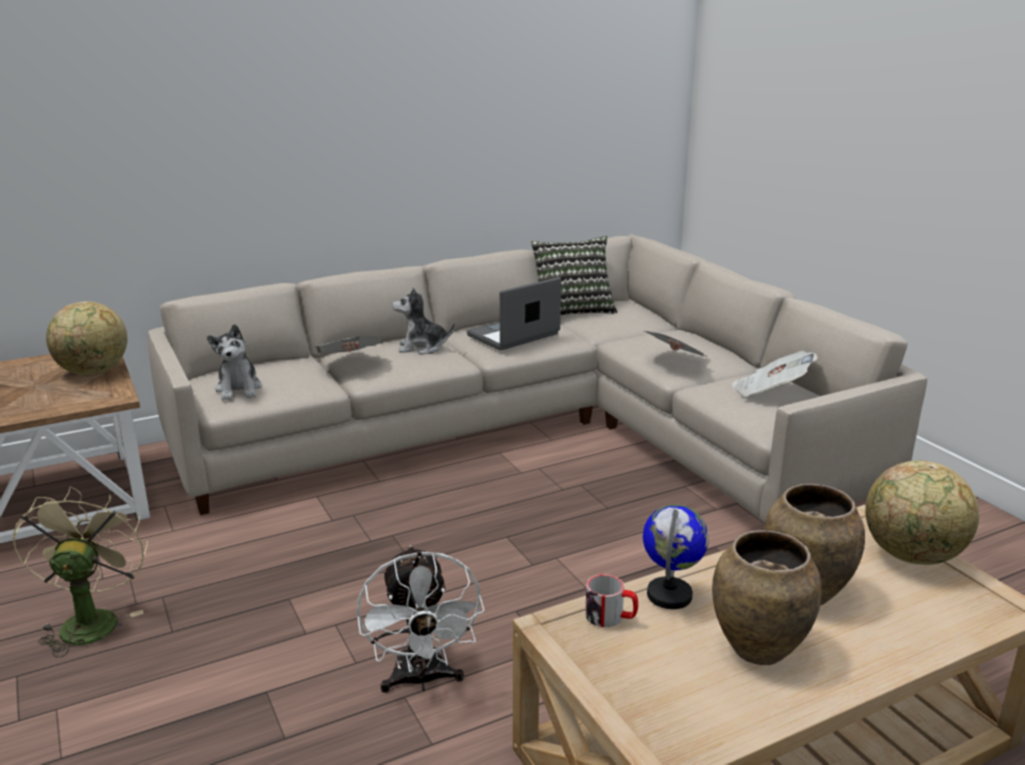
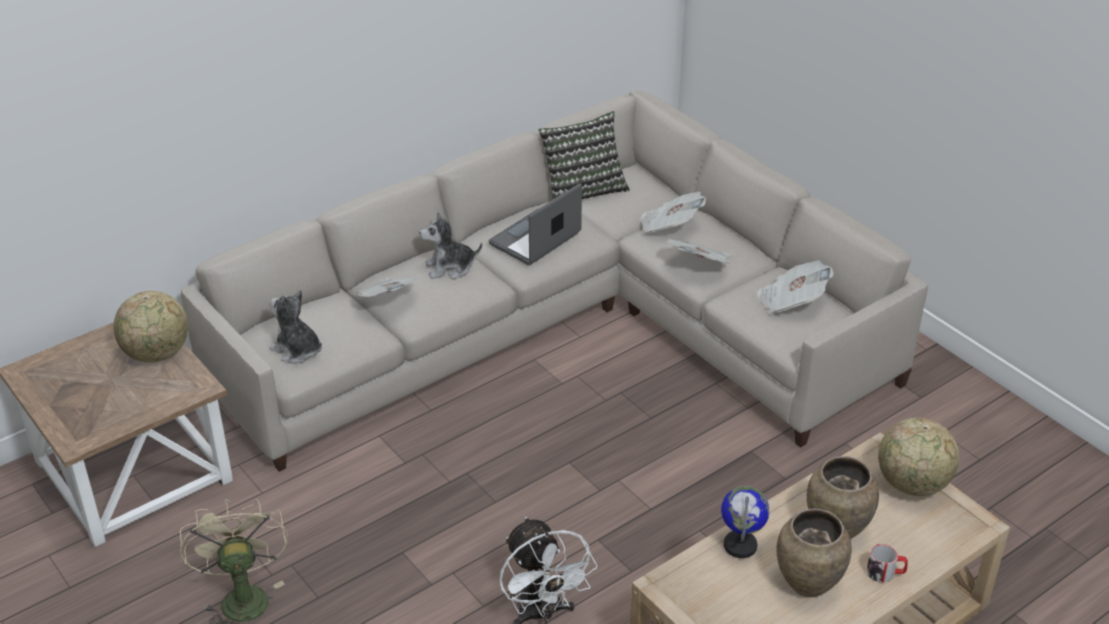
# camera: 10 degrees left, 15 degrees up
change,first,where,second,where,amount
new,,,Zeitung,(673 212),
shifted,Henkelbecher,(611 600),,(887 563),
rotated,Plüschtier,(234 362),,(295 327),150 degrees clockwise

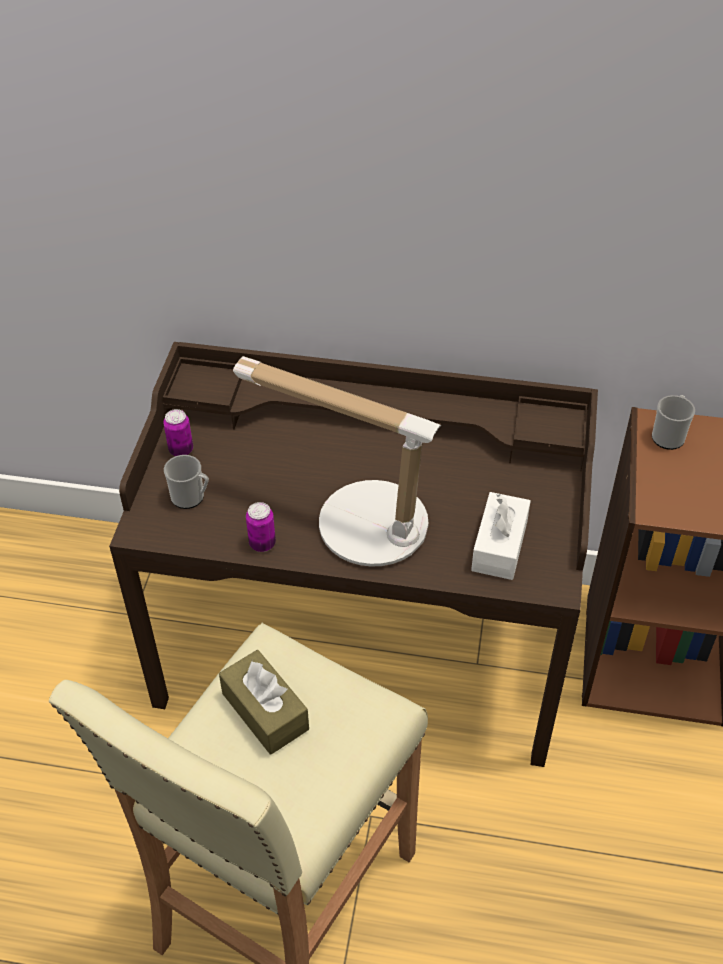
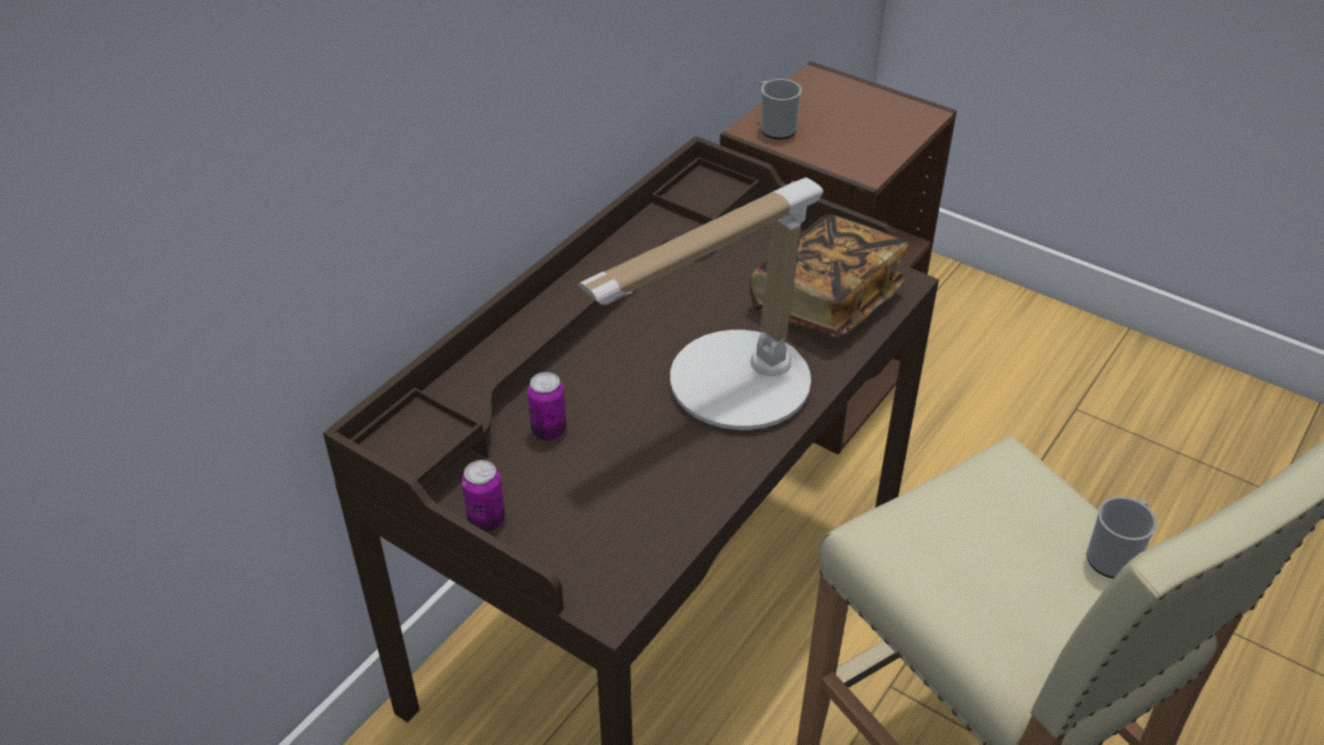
# camera: 65 degrees left, 5 degrees down
change,first,where,second,where,amount
gone,Taschentuchbox [braun],(264 702),,,
shifted,Henkelbecher,(186 482),,(1122 538),
shifted,Dose,(261 527),,(547 406),
swapped,Taschentuchbox [weiß],(501 536),Buch,(829 276),

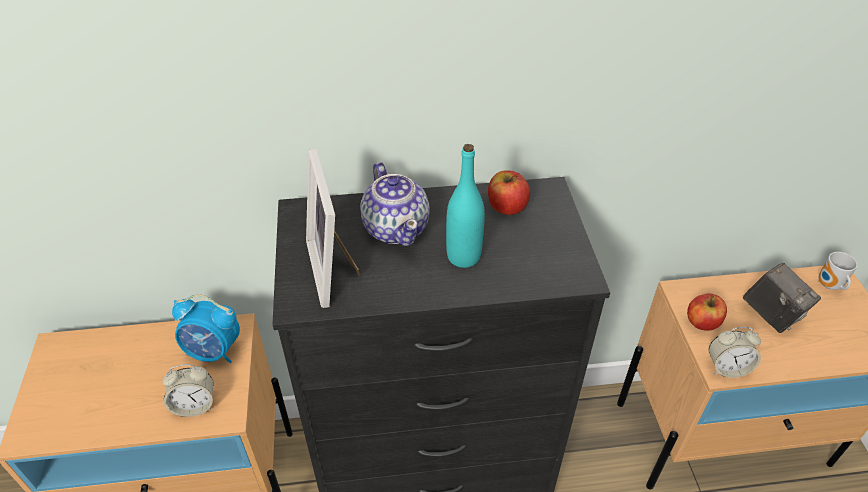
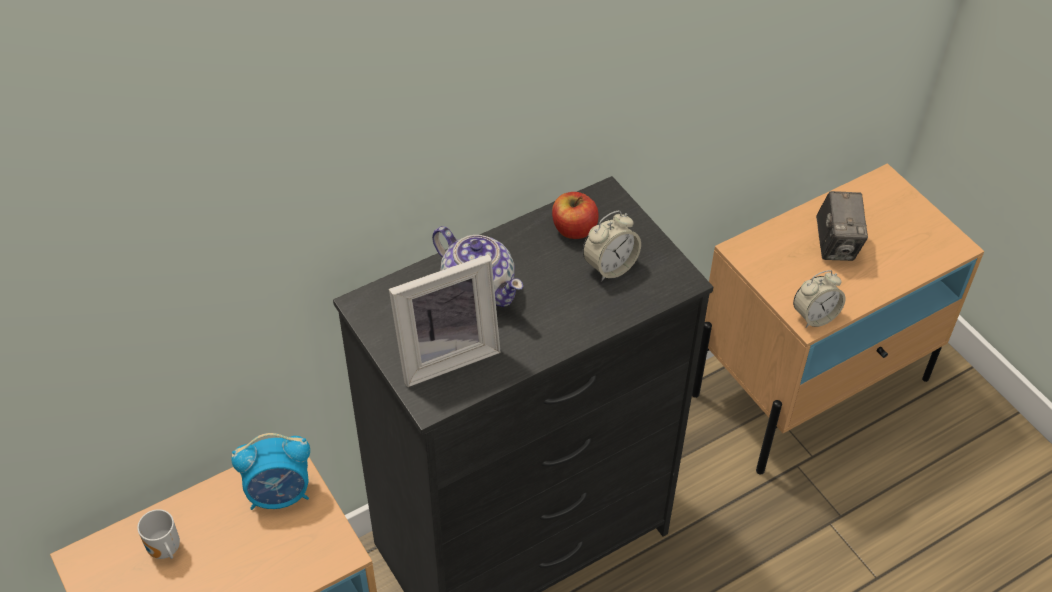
# camera: 25 degrees left, 5 degrees up
change,first,where,second,where,amount
gone,Flasche [türkis],(465 206),,,
gone,Apfel,(707 312),,,
shifted,Wecker,(188 390),,(612 245),
shifted,Henkelbecher,(838 271),,(158 534),
rotated,Bilderrahmen,(333 228),,(445 320),75 degrees counterclockwise
rotated,Kamera,(782 298),,(842 226),60 degrees clockwise

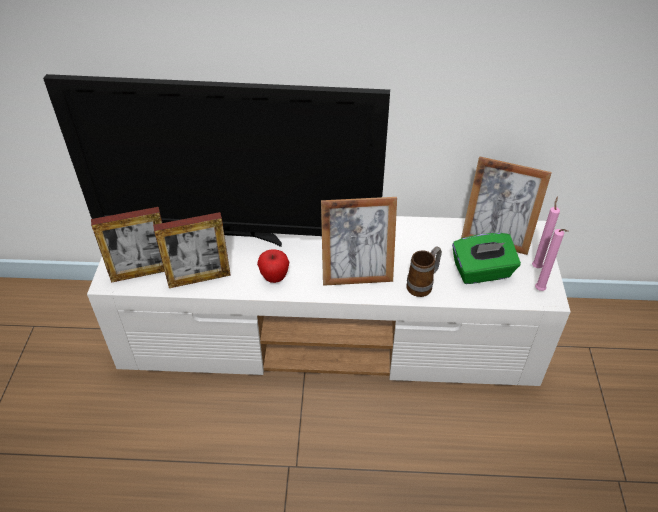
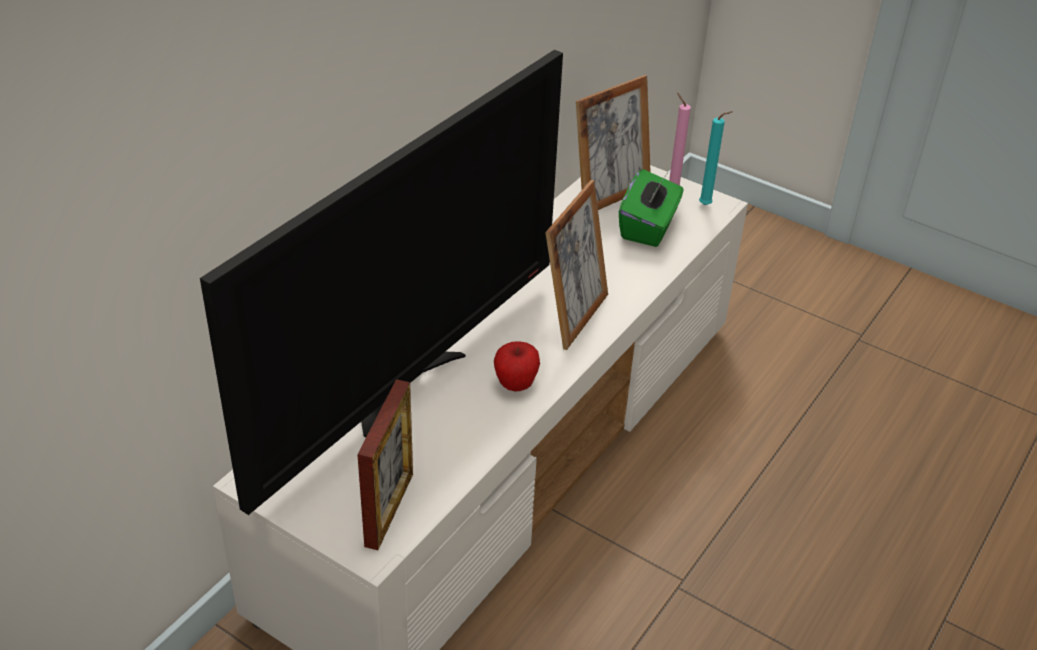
# camera: 60 degrees left, 5 degrees down
change,first,where,second,where,amount
gone,Bilderrahmen,(192 250),,,
gone,Henkelbecher,(424 272),,,
repainted,Kerze [rosa],(552 260),Kerze [türkis],(716 158),

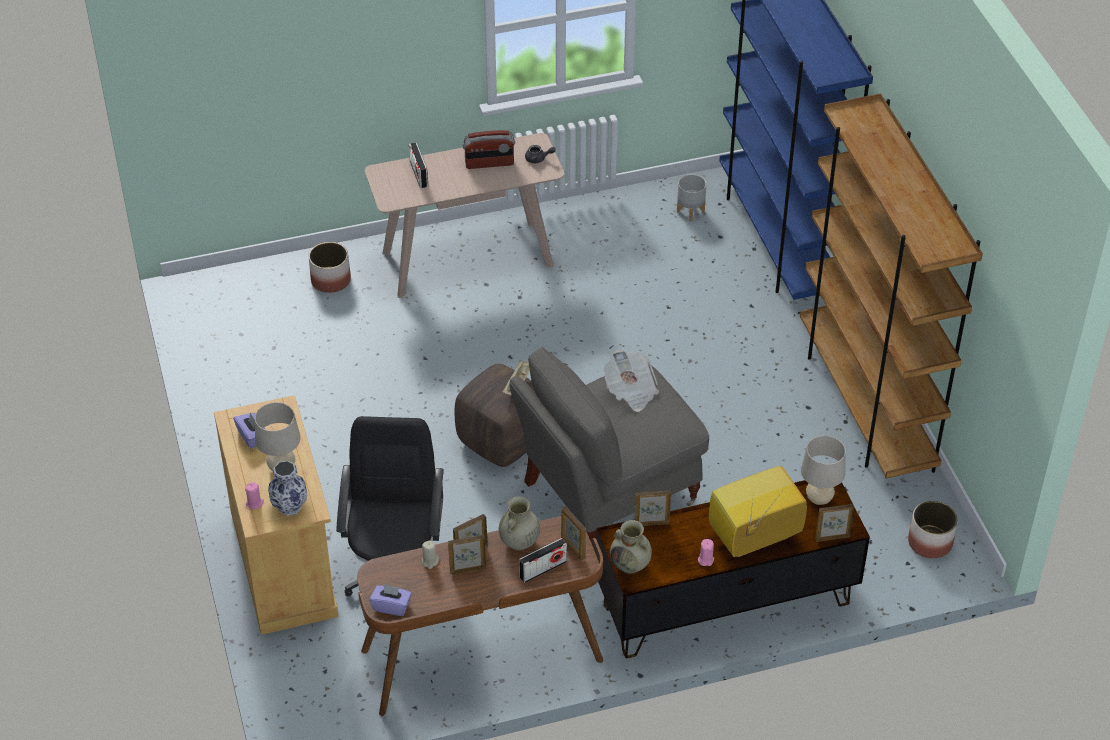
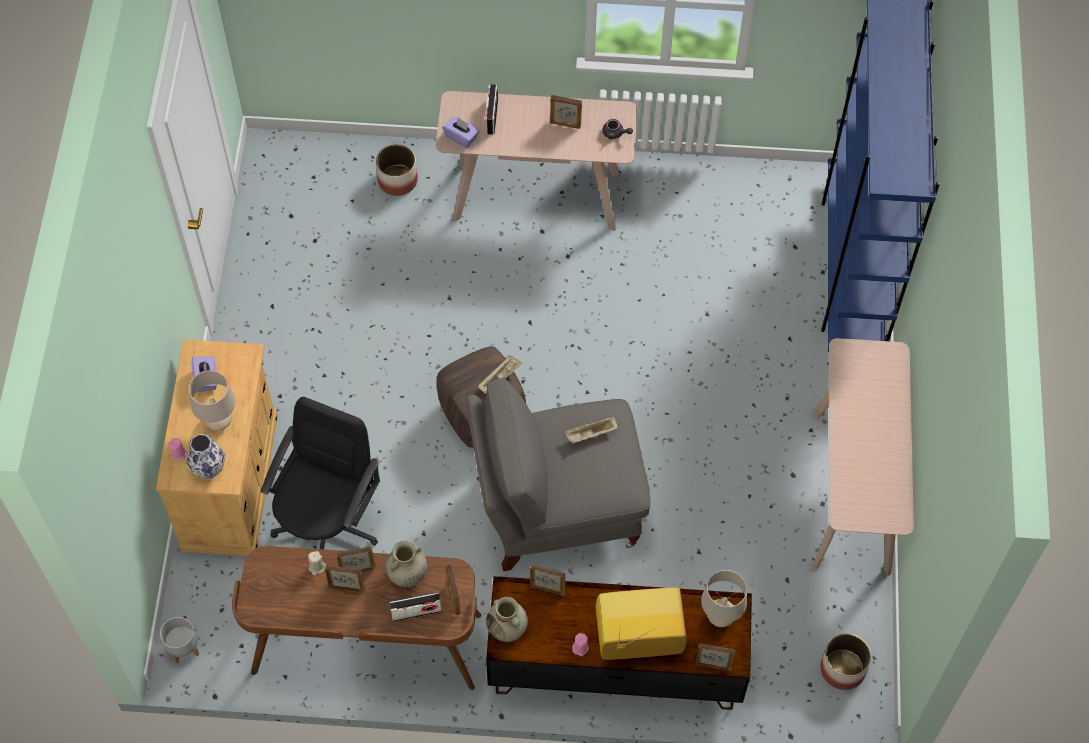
# camera: 20 degrees right, 15 degrees up
change,first,where,second,where,amount
shifted,Taschentuchbox [lila],(390 600),,(461 132),
shifted,Pflanzkübel [grau],(691 197),,(179 640),
swapped,Radio,(489 149),Bilderrahmen,(566 112),
swapped,Zeitung,(631 381),Tablett [beige],(591 430),
swapped,Bücherregal [braun],(891 285),Konsolentisch [beige],(863 457),

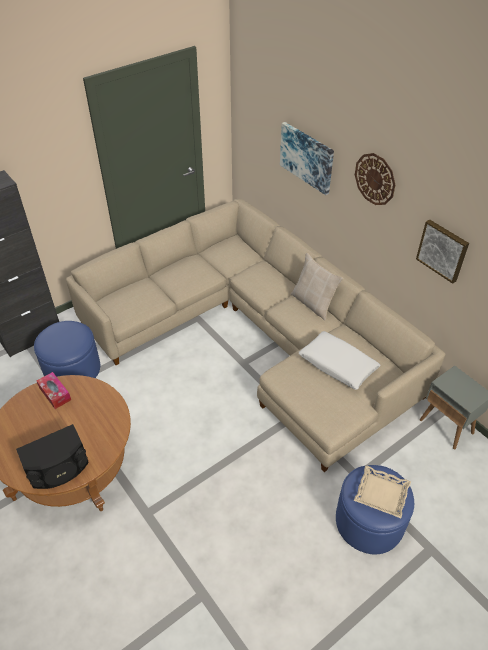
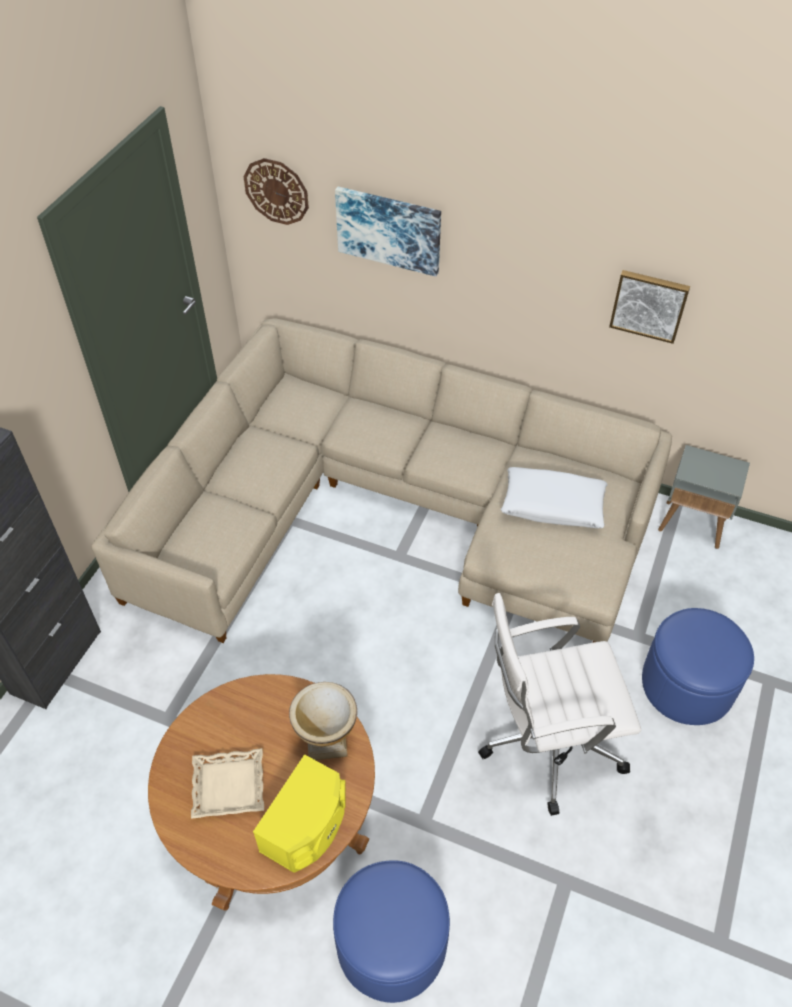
# camera: 30 degrees left, 5 degrees up
change,first,where,second,where,amount
gone,Taschentuchbox,(54 390),,,
gone,Kissen [beige],(317 287),,,
new,,,Vase,(323 721),
new,,,Bürostuhl [weiß],(559 704),
shifted,Polsterhocker [blau],(67 349),,(391 931),
shifted,Tablett [beige],(382 491),,(227 783),
shifted,Wanduhr,(375 179),,(276 191),
repainted,Lautsprecher [schwarz],(52 456),Lautsprecher [gelb],(299 813),

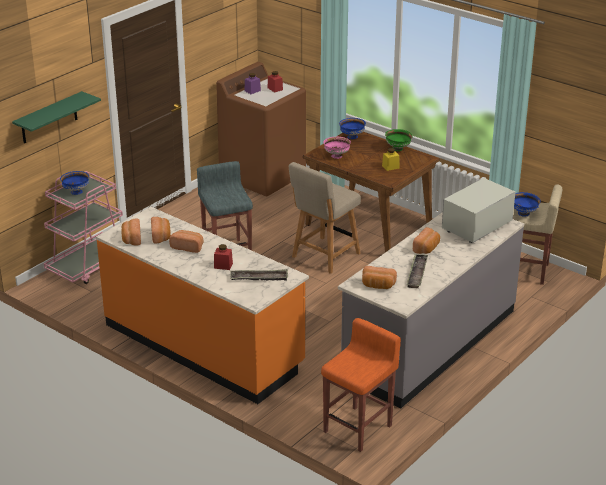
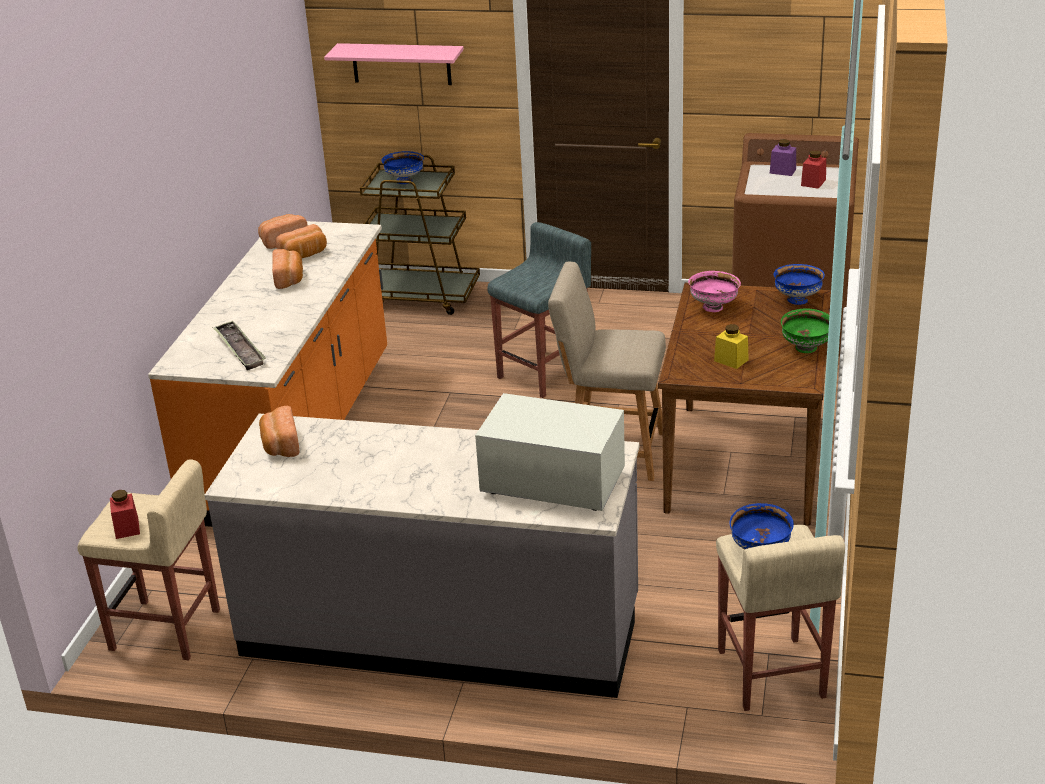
# camera: 65 degrees right, 0 degrees up
change,first,where,second,where,amount
gone,Tablett,(417 271),,,
gone,Brot,(426 240),,,
shifted,Vorratsglas [rot],(223 257),,(125 514),
repainted,Wandregal [grün],(56 117),Wandregal [rosa],(394 64),
repainted,Rollwagen [rosa],(83 227),Rollwagen [braun],(420 235),
repainted,Hocker [orange],(361 385),Hocker [beige],(149 559),

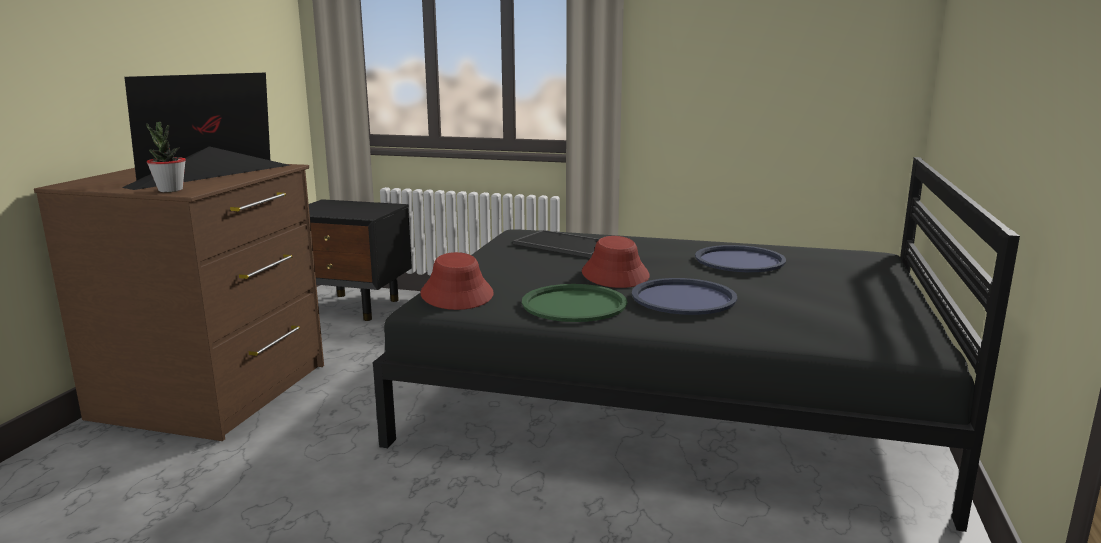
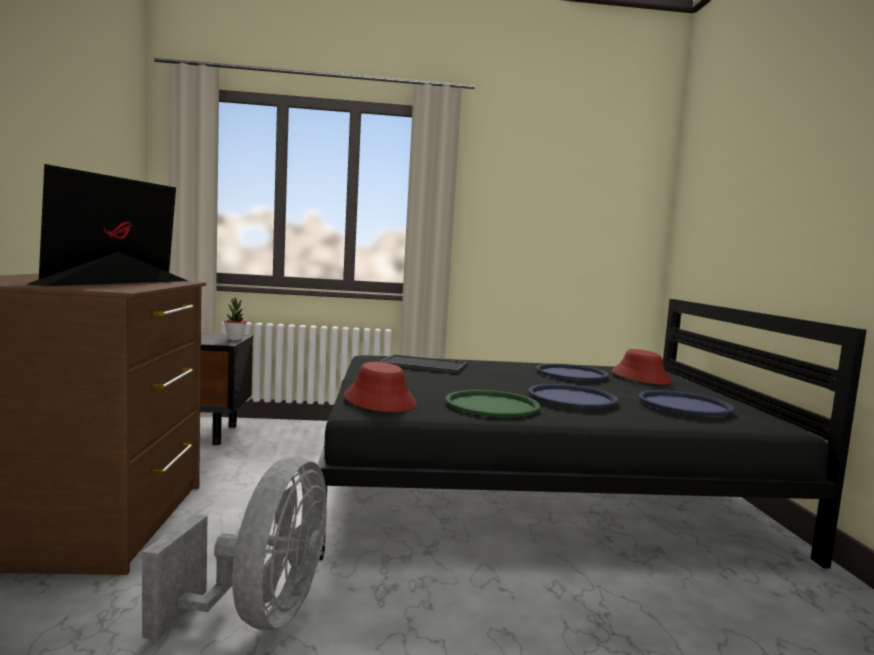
# camera: 20 degrees left, 10 degrees down
change,first,where,second,where,amount
new,,,Ventilator [grau],(234 549),
new,,,Tablett [blau],(686 403),
shifted,Topfpflanze,(166 157),,(235 319),
shifted,Hut [rot],(616 262),,(642 367),

